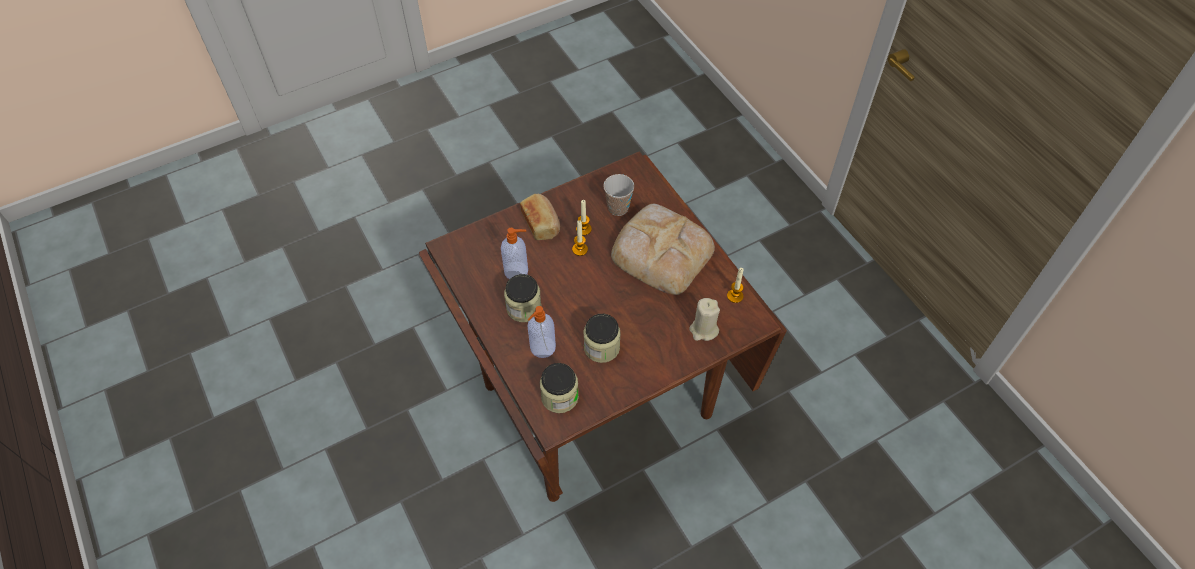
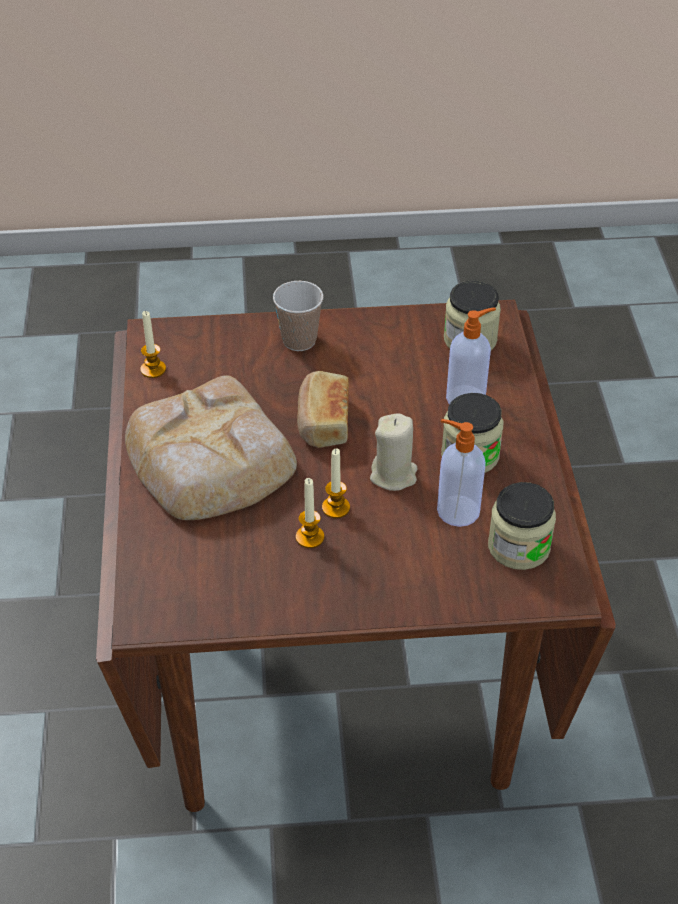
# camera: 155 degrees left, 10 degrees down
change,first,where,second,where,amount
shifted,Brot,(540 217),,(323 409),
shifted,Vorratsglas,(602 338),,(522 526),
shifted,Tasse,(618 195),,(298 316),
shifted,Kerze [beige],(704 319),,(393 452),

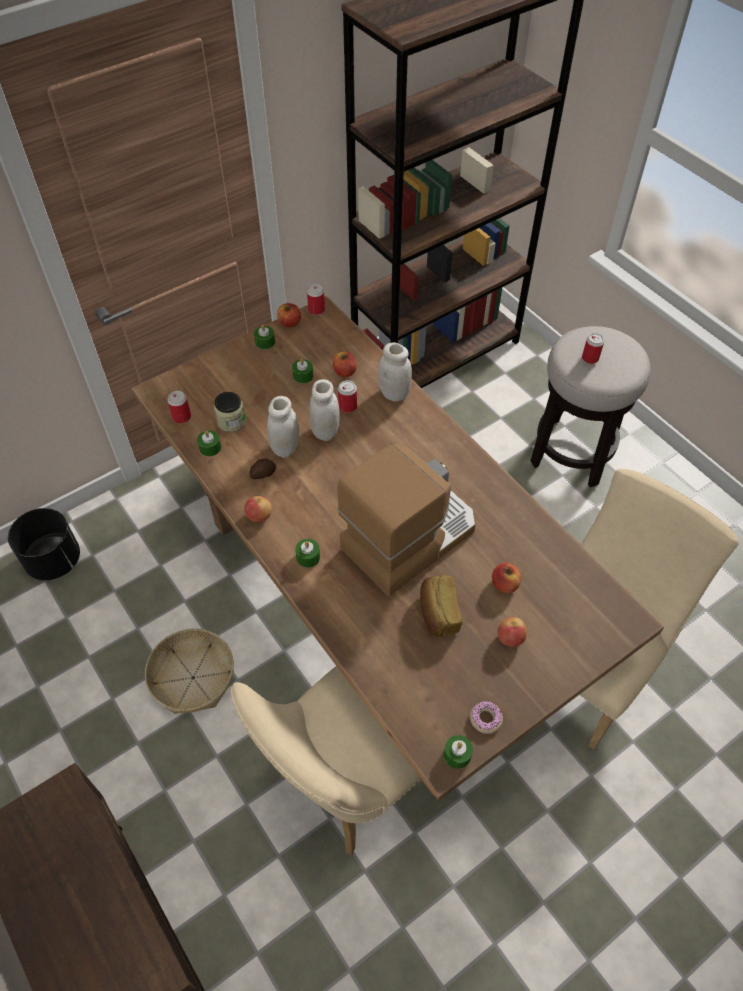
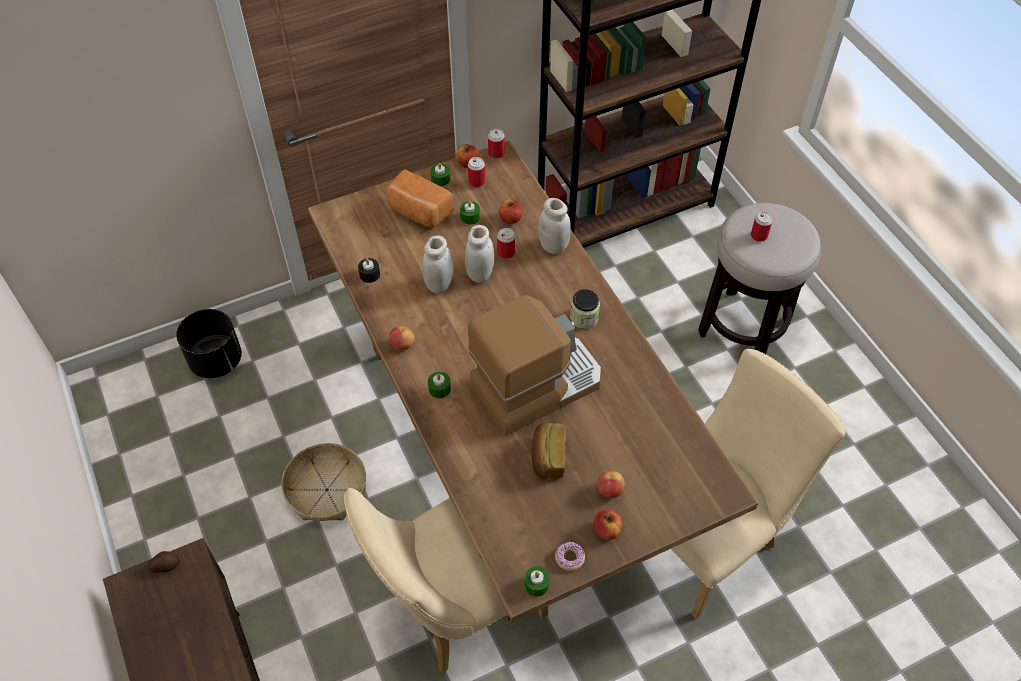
# camera: 10 degrees right, 0 degrees up
change,first,where,second,where,amount
new,,,Brot,(420 198),
shifted,Dose,(179 407),,(476 172),
shifted,Vorratsglas,(230 412),,(585 309),
shifted,Kartoffel,(263 469),,(164 562),
shifted,Apfel,(506 577),,(607 524),
repainted,Kerze [grün],(209 444),Kerze [schwarz],(369 270),

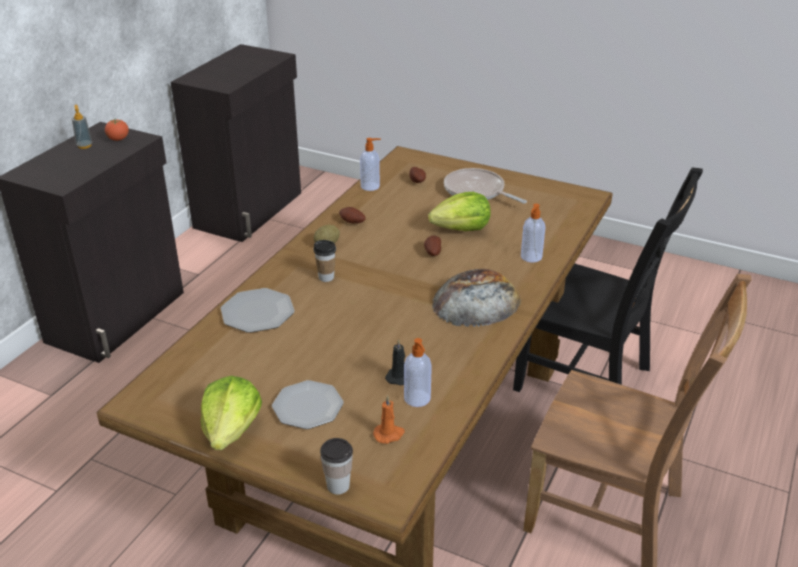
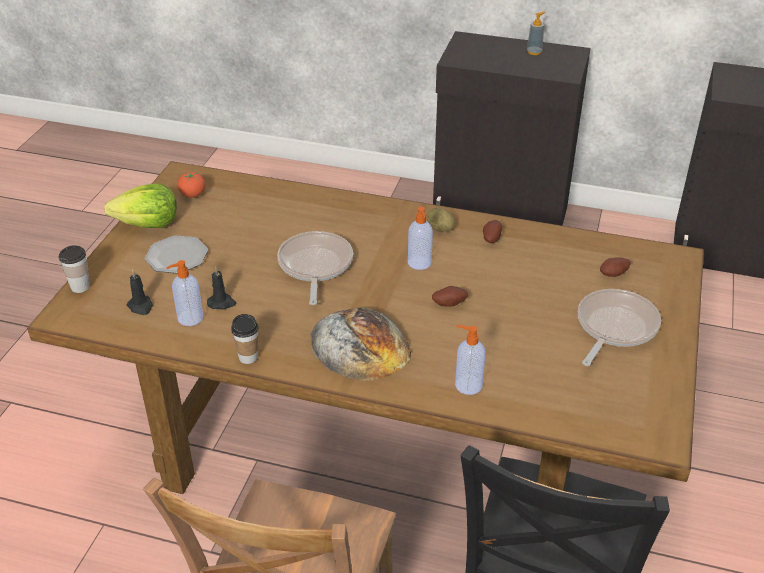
# camera: 80 degrees right, 5 degrees up
change,first,where,second,where,amount
gone,Teller,(258 310),,,
gone,Salatkopf,(459 211),,,
new,,,Pfanne,(315 268),
shifted,Tomate,(117 130),,(191 185),
shifted,Tasse,(325 261),,(244 339),
shifted,Seifenspender,(370 164),,(420 238),
repainted,Kerze [orange],(389 419),Kerze [schwarz],(140 292),

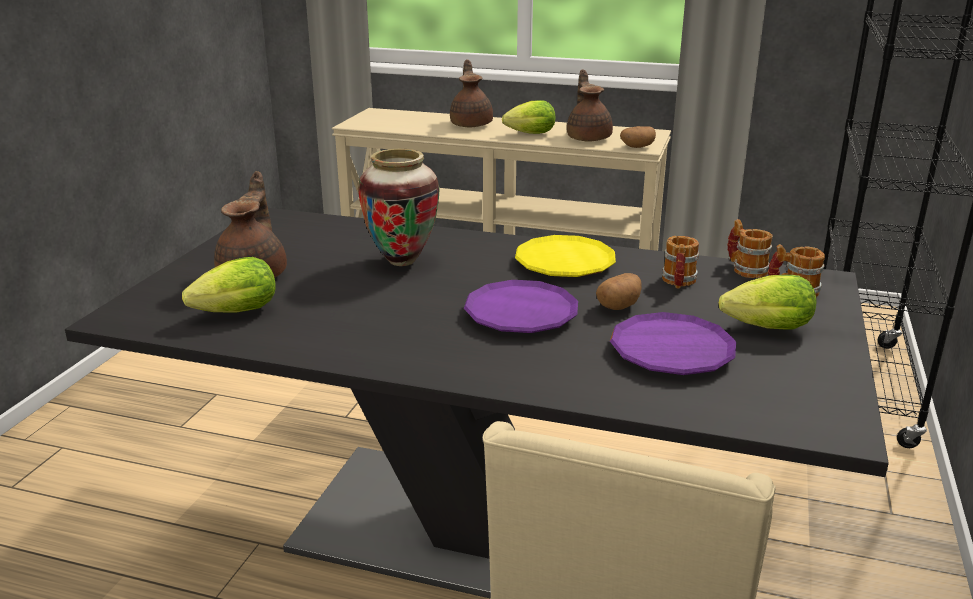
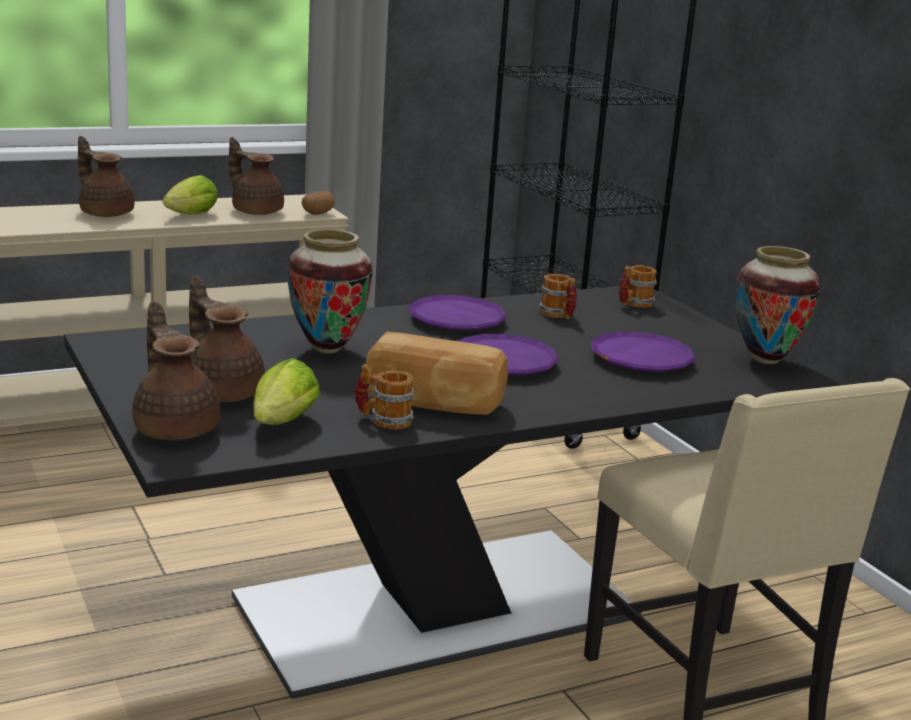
# camera: 45 degrees left, 5 degrees down
change,first,where,second,where,amount
gone,Kartoffel,(619 291),,,
gone,Salatkopf,(767 302),,,
new,,,Teekanne [braun],(176 370),
new,,,Brot,(437 372),
new,,,Vase,(778 305),
shifted,Henkelbecher,(750 248),,(384 396),
repainted,Teller [gelb],(565 256),Teller [lila],(458 312),

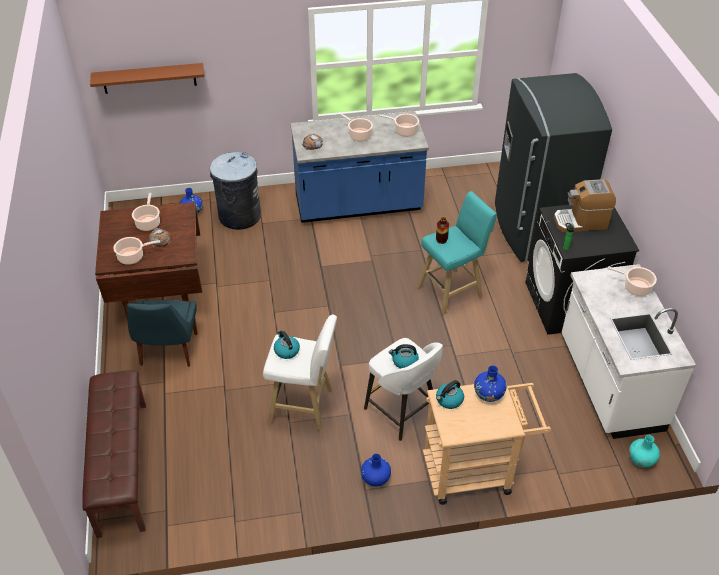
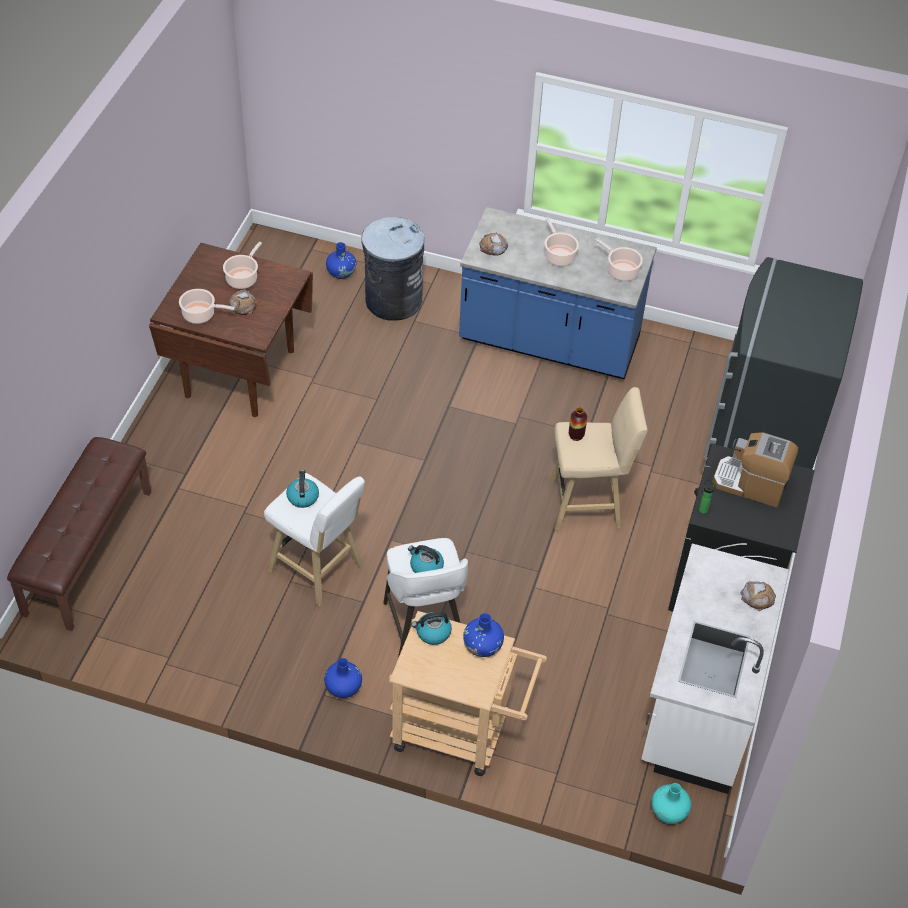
# camera: 25 degrees right, 5 degrees up
change,first,where,second,where,amount
gone,Wandregal [braun],(147 78),,,
gone,Stuhl [blau],(162 333),,,
swapped,Kochtopf,(632 281),Brot,(758 596),
repainted,Hocker [türkis],(457 253),Hocker [beige],(598 459),

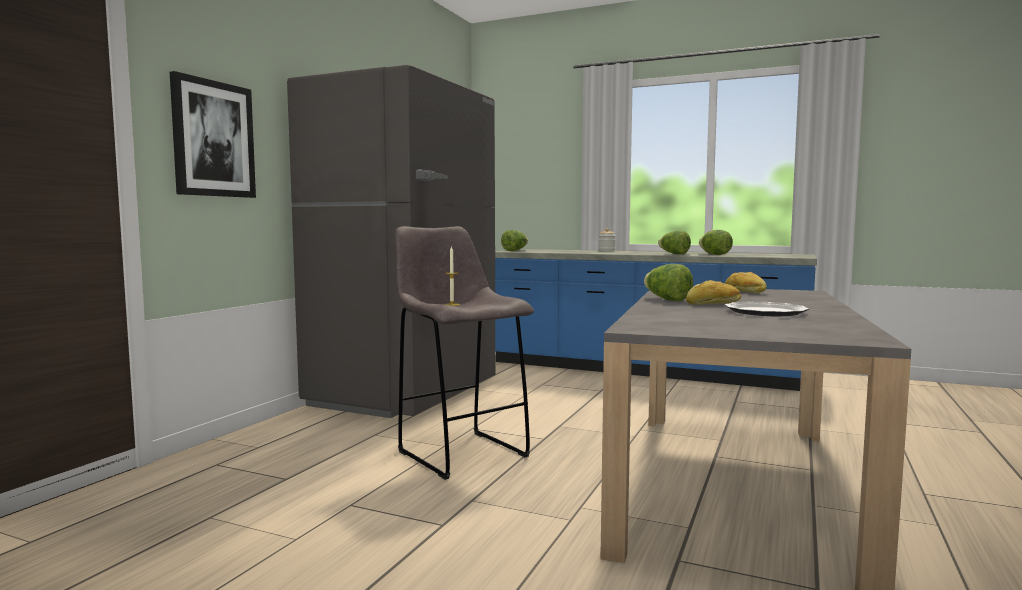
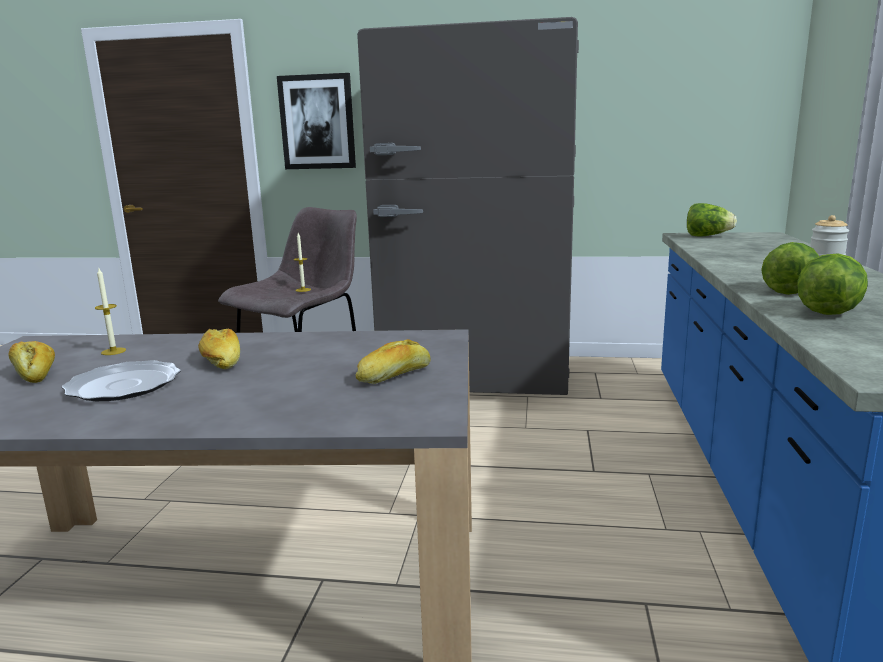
# camera: 75 degrees right, 10 degrees up
change,first,where,second,where,amount
gone,Salatkopf,(668 282),,,
new,,,Brot,(31 362),
new,,,Kerze,(110 311),

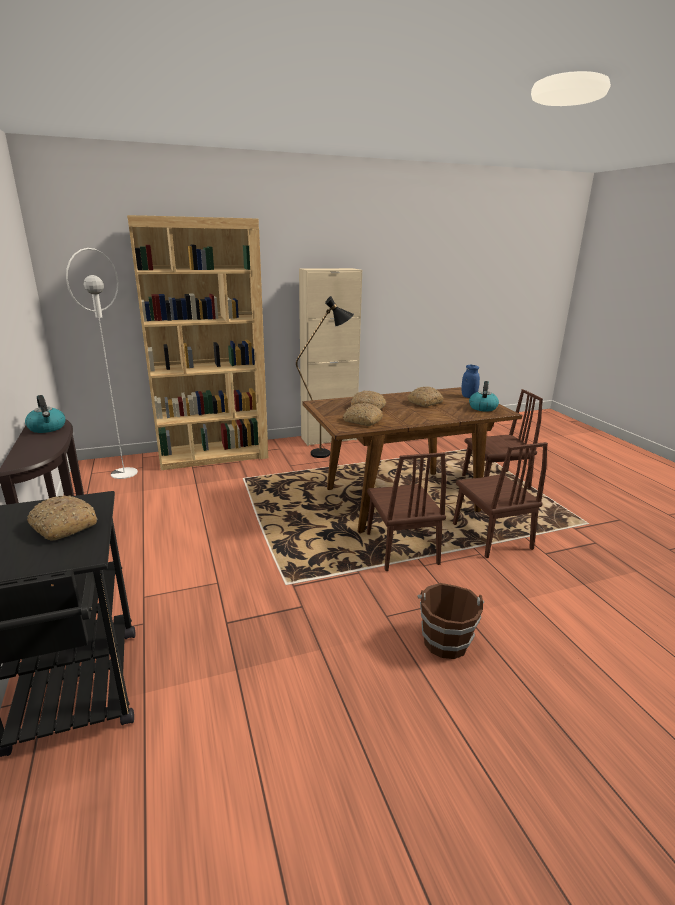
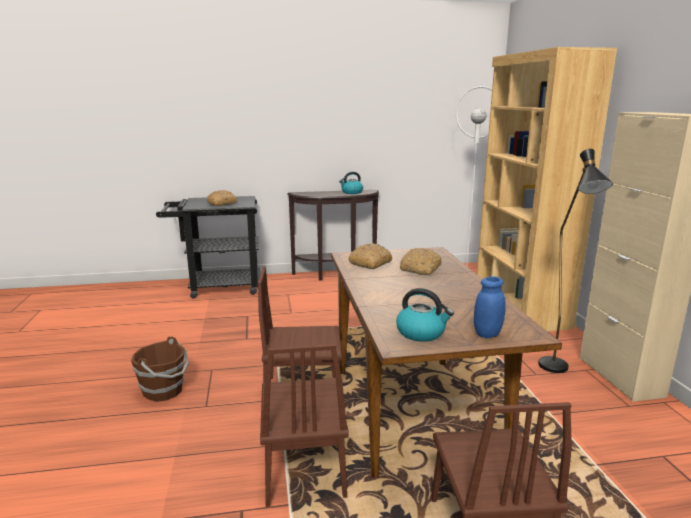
# camera: 100 degrees right, 5 degrees down
change,first,where,second,where,amount
gone,Brot,(425 396),,,
rotated,Stuhl [braun],(500 500),,(304 425),90 degrees counterclockwise

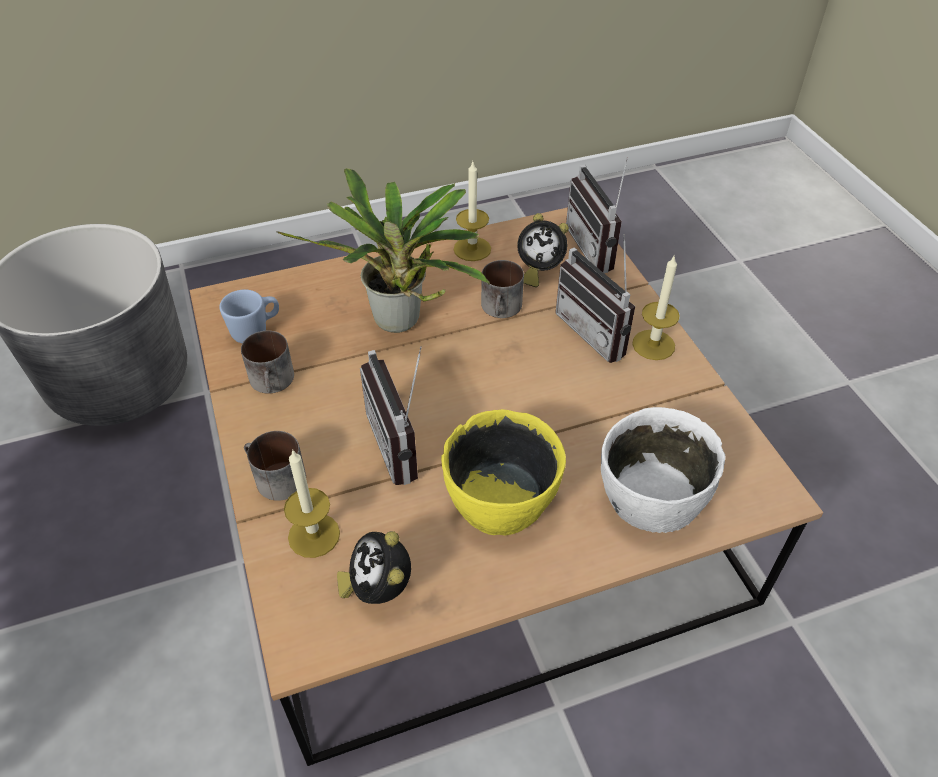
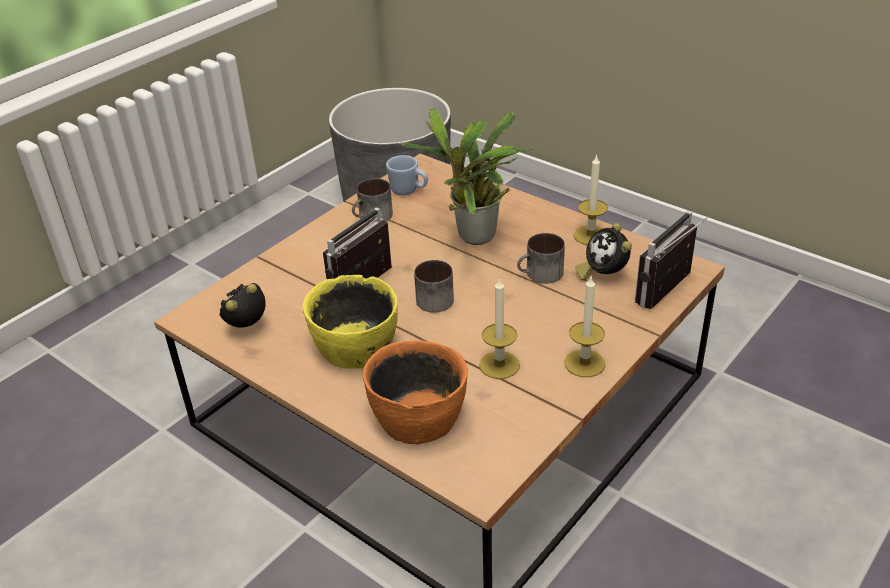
# camera: 60 degrees right, 10 degrees down
change,first,where,second,where,amount
gone,Radio,(595 298),,,
shifted,Henkelbecher,(275 466),,(434 286),
shifted,Kerze,(312 503),,(499 328),
repainted,Schüssel [weiß],(663 470),Schüssel [orange],(415 392),

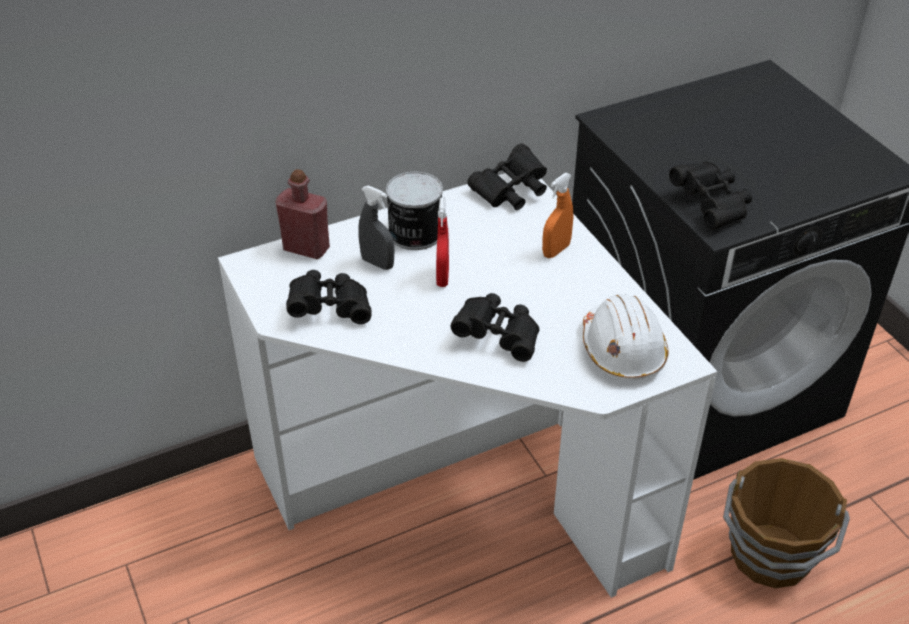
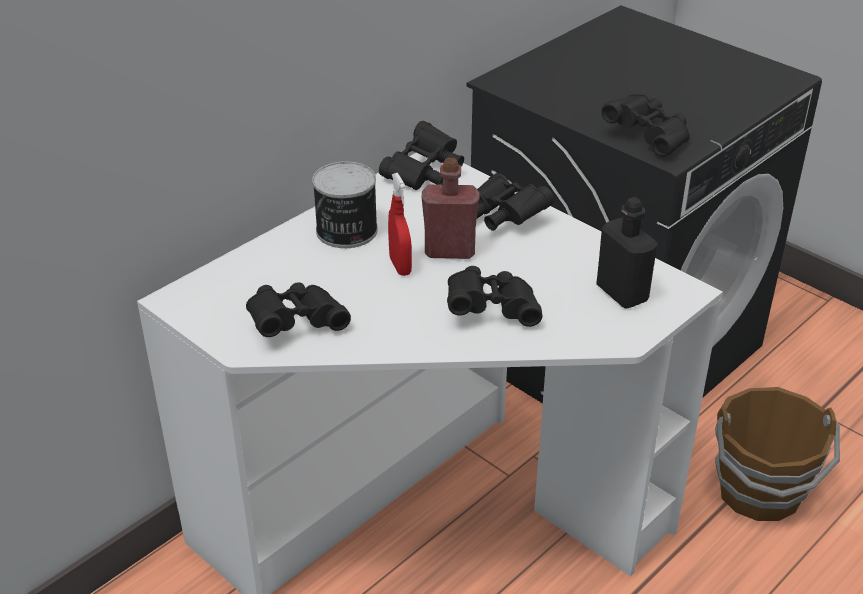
# camera: 20 degrees left, 5 degrees down
change,first,where,second,where,amount
gone,Sprühflasche [grau],(376 227),,,
shifted,Flasche [rot],(303 214),,(450 208),
swapped,Sprühflasche [orange],(558 215),Fernglas [schwarz],(515 202),
swapped,Schutzhelm [weiß],(626 337),Flasche [schwarz],(627 252),

